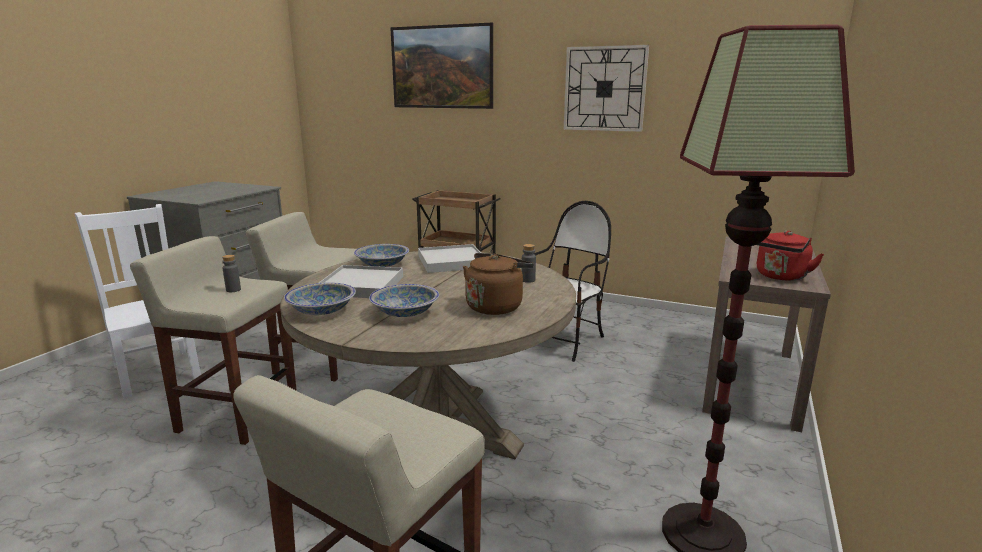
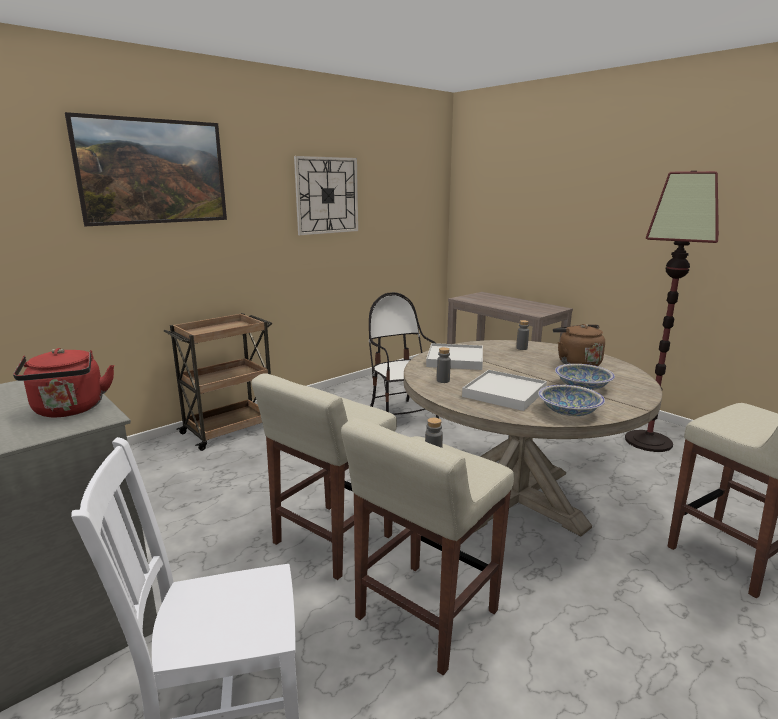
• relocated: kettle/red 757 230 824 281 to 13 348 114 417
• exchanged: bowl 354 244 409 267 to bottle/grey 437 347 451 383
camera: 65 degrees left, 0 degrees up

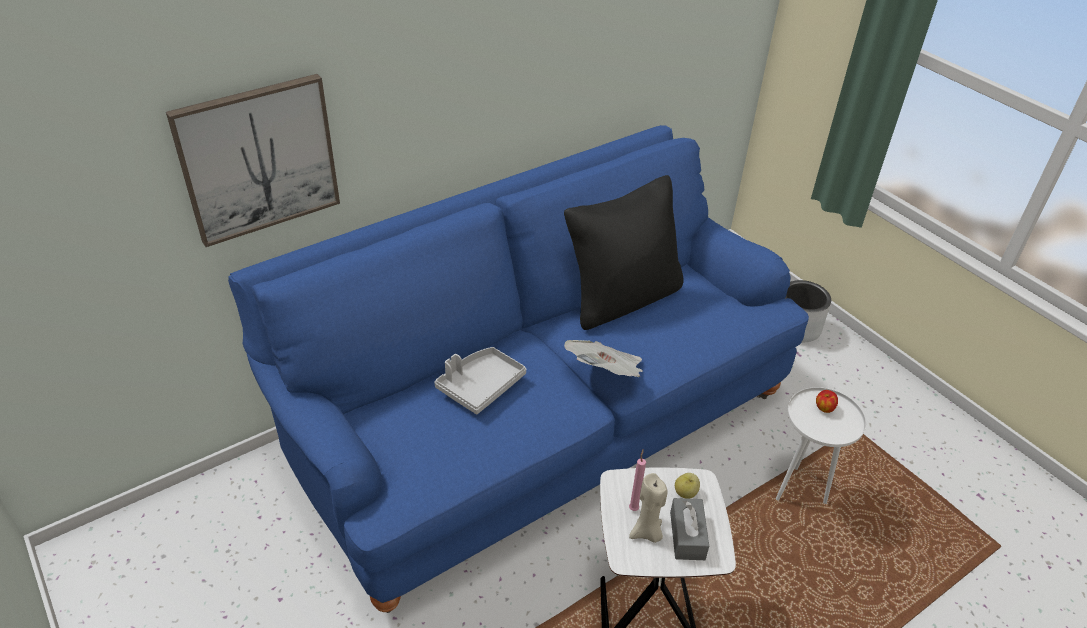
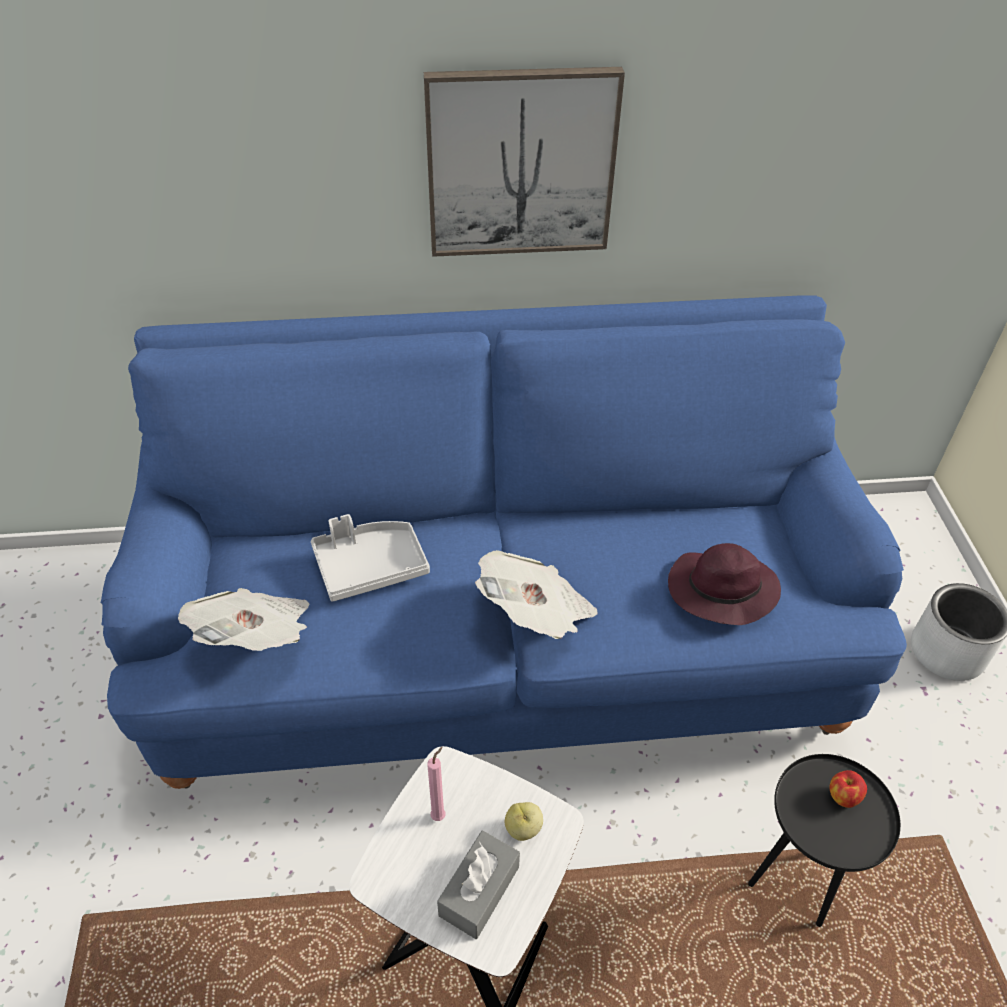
• relocated: picture 166 74 340 247 to 424 67 625 257
• missing: pillow/black 564 175 684 330
• colour: side table/white 776 387 866 504 to side table/black 748 754 901 927
• missing: candle/beige 629 473 668 543
• appeared: hat/purple 668 543 781 625
• appeared: newspaper 178 588 309 651
camera: 30 degrees right, 5 degrees up

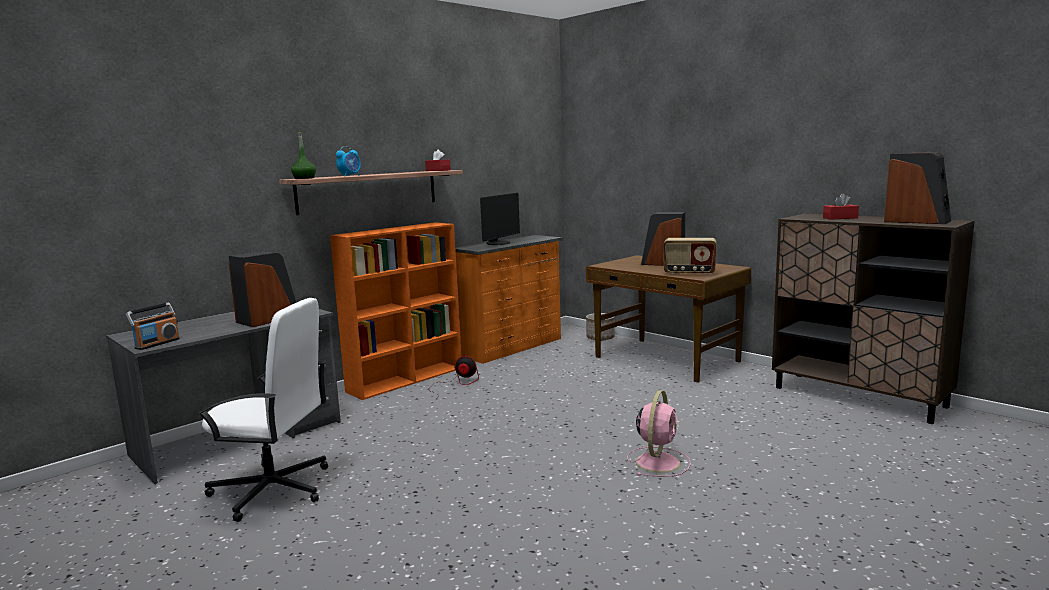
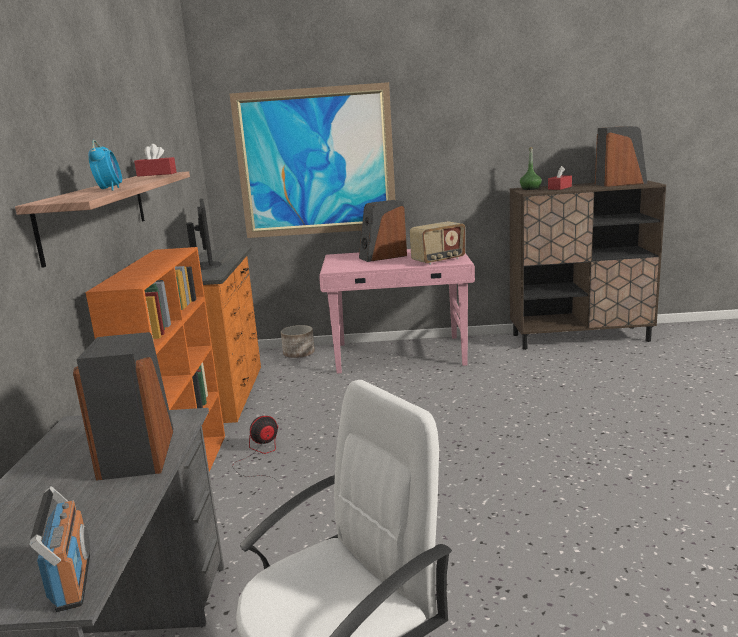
• relocated: bottle/green 291 131 316 179 to 520 147 542 190
• colour: desk/brown 586 255 751 383 to desk/pink 319 249 475 373
• missing: fan/pink 627 390 691 477
• appeared: picture 230 82 395 238
camera: 45 degrees left, 5 degrees up

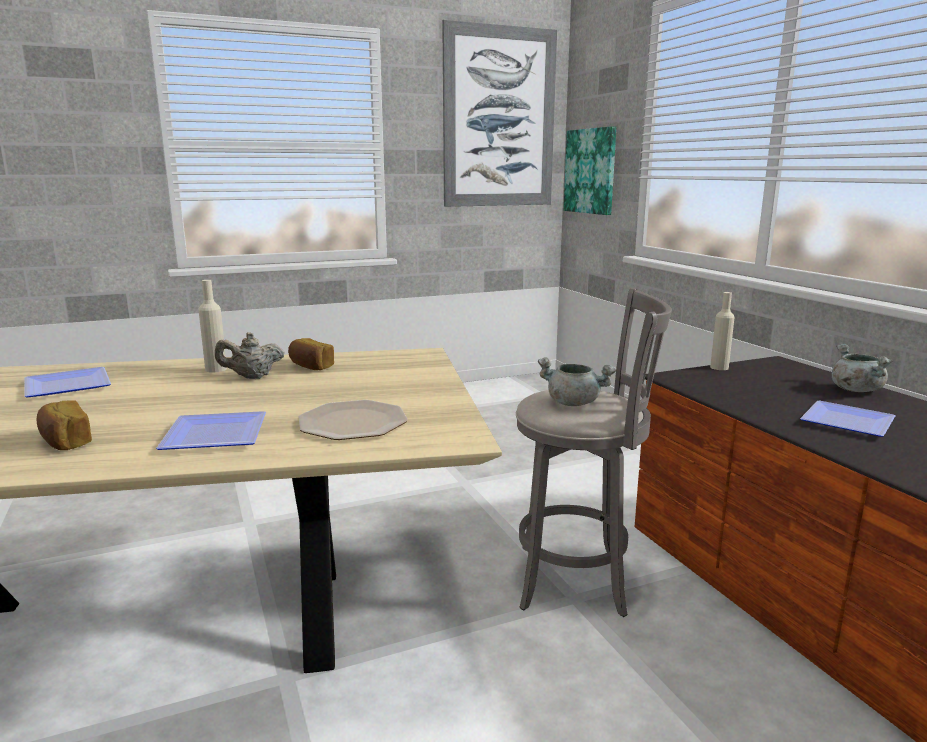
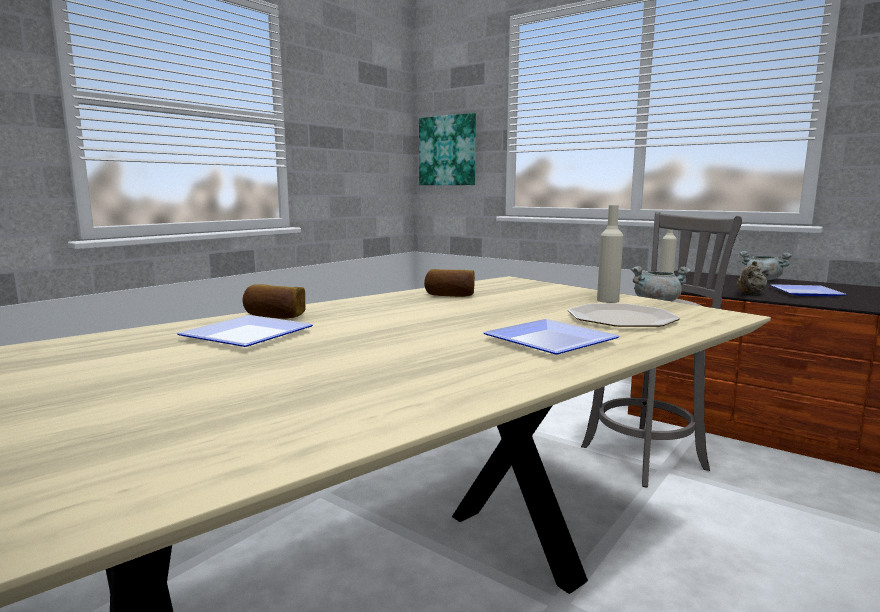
• missing: picture 442 20 557 207
• relocated: bottle/beige 198 280 227 373 to 597 205 623 303
• relocated: teapot/beige 215 332 284 379 to 737 261 767 295
• relocated: bread 37 401 92 450 to 243 284 306 319
camera: 30 degrees left, 5 degrees down

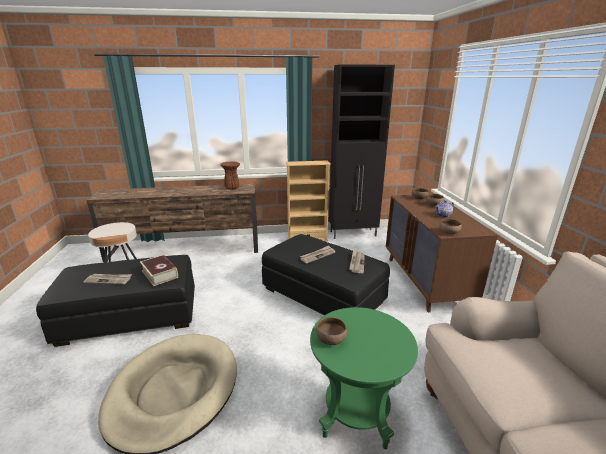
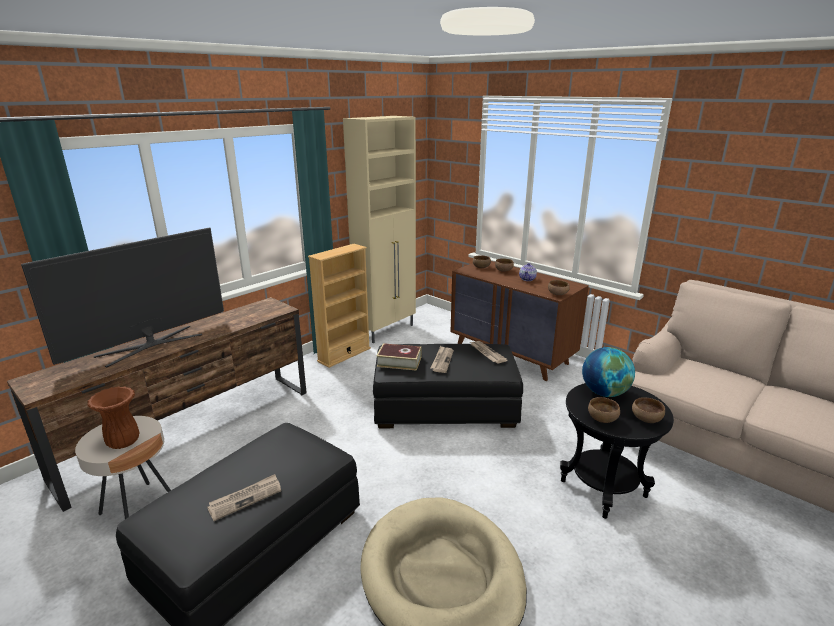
• colour: cabinet/black 329 64 395 239 to cabinet/beige 343 116 416 343
• relocated: vase/brown 220 161 240 190 to 87 386 139 449
• relocated: book 140 255 178 286 to 376 343 422 371
• colour: side table/green 310 307 418 449 to side table/black 560 383 674 519
• appeared: television 21 227 224 367
• appeared: globe 582 347 635 397
• appeared: bowl/brown 632 397 665 423
camera: 40 degrees left, 0 degrees up

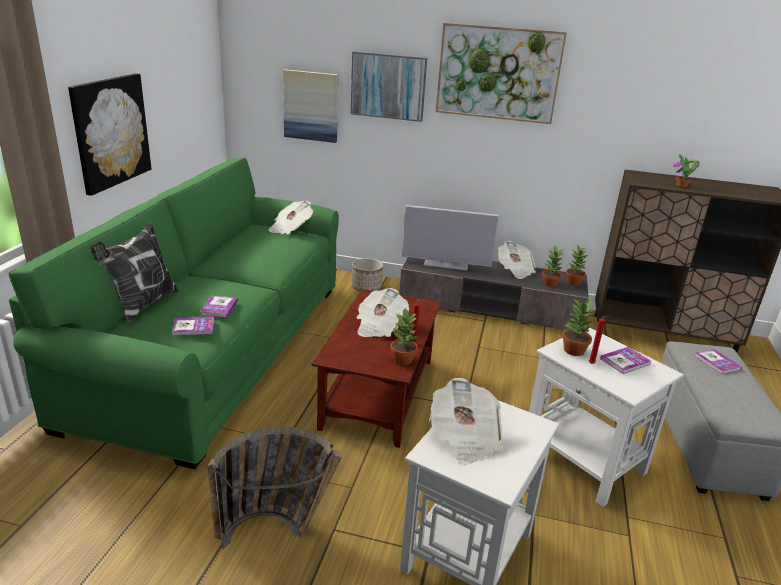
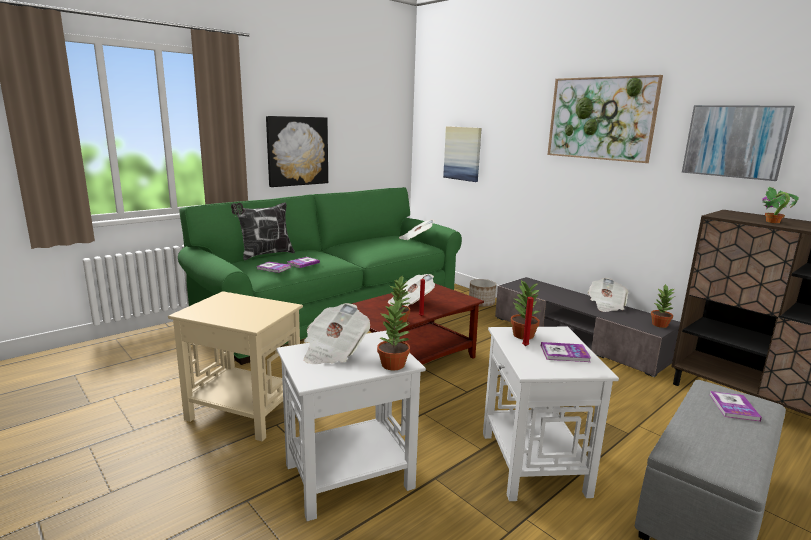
• relocated: picture 351 51 427 122 to 682 105 795 181
• missing: television 402 205 499 270
• relocated: potted plant 542 246 563 287 to 377 300 411 370
• exchanged: basket 207 427 342 549 to side table/beige 168 291 303 441
camera: 35 degrees right, 10 degrees down

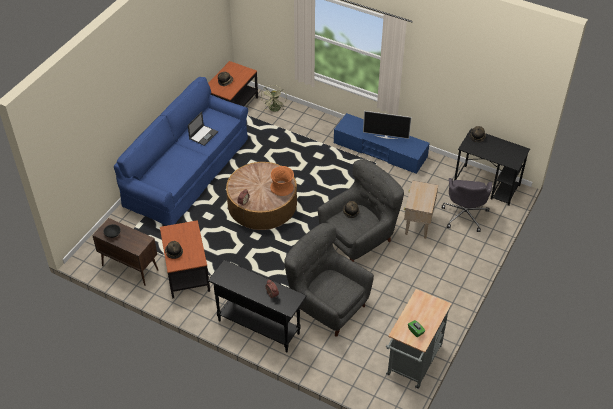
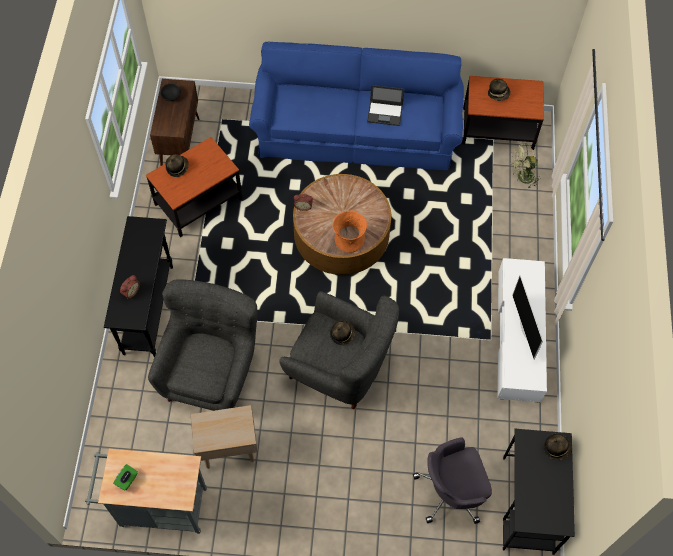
• colour: tv stand/blue 334 113 430 174 to tv stand/white 497 258 547 403
• relocated: side table/beige 404 181 438 239 to 190 405 258 469
camera: 65 degrees right, 15 degrees up

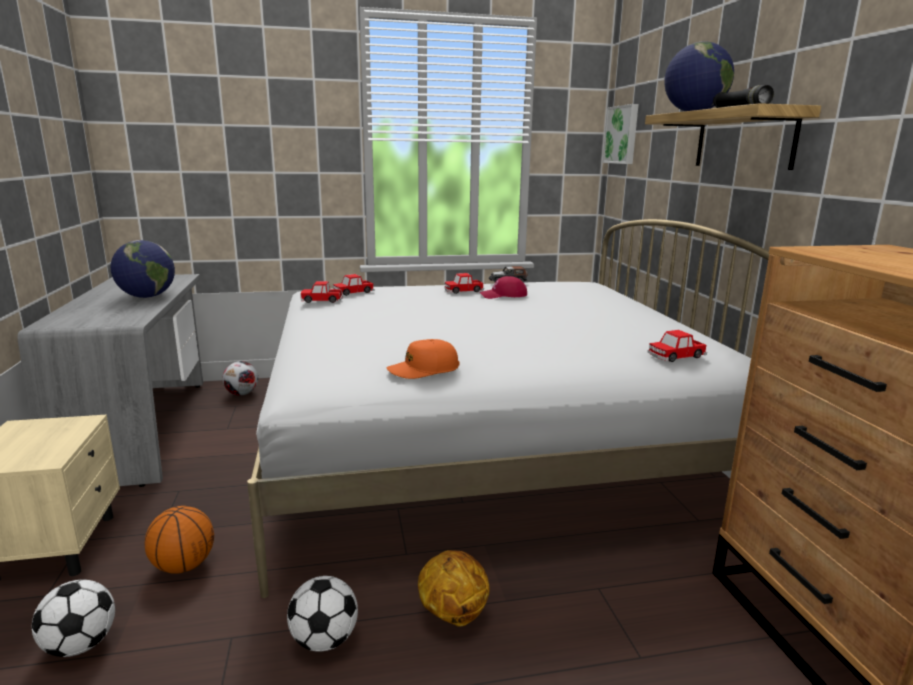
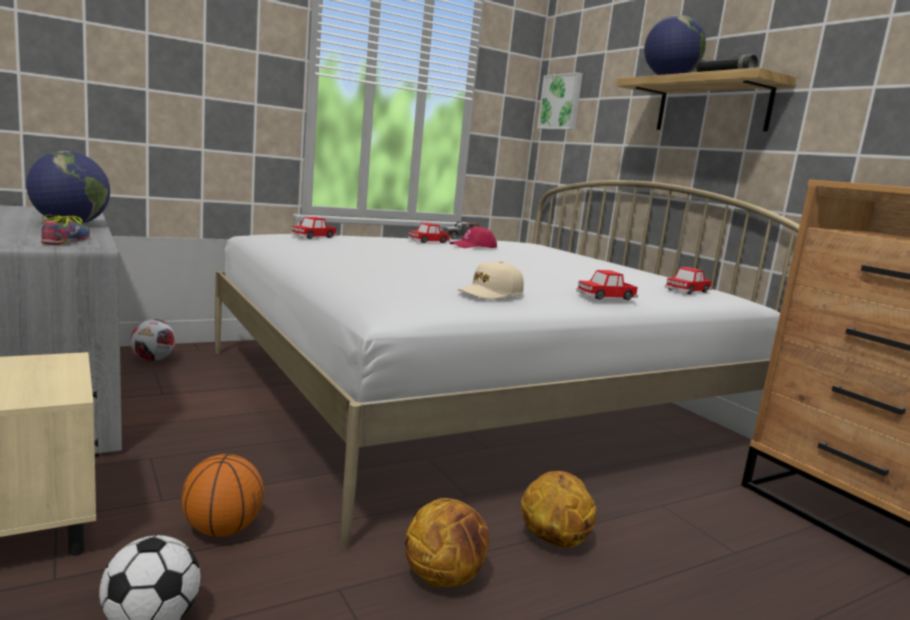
• relocated: toy car 300 281 343 303 to 576 270 638 300
• colour: cap/orange 387 339 460 379 to cap/beige 457 261 524 299
• exchanged: football 287 576 358 652 to basketball 405 498 489 587
• appeared: shoe 41 214 90 245
camera: 20 degrees left, 5 degrees down

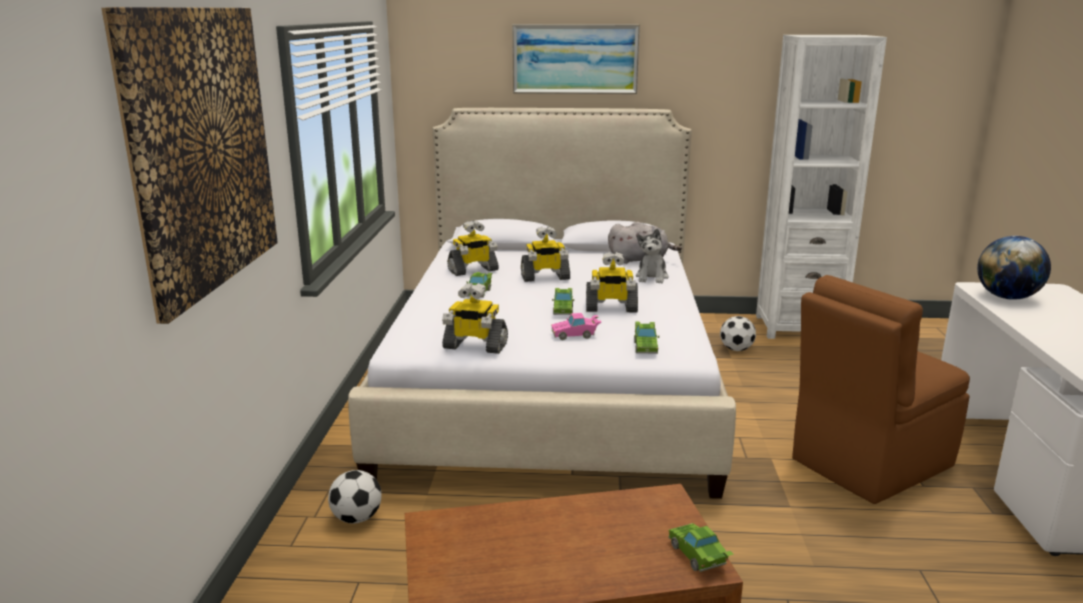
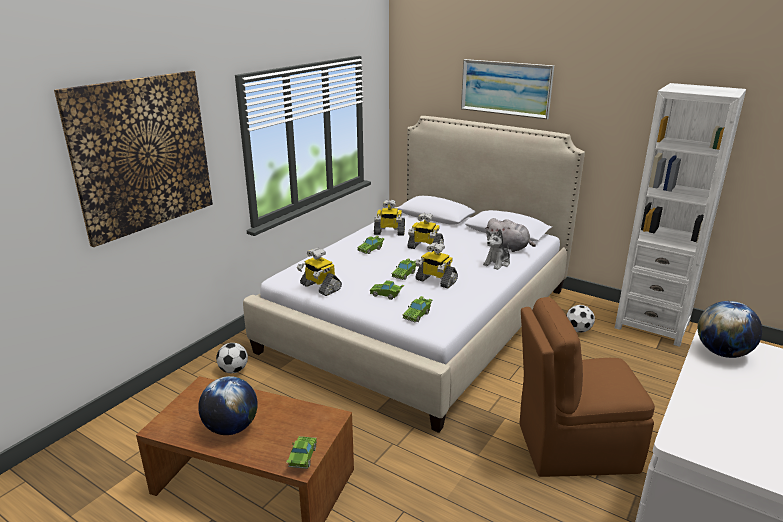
• colour: toy car/pink 551 313 601 340 to toy car/green 370 280 404 300
• appeared: globe 198 376 258 435
camera: 30 degrees right, 5 degrees up

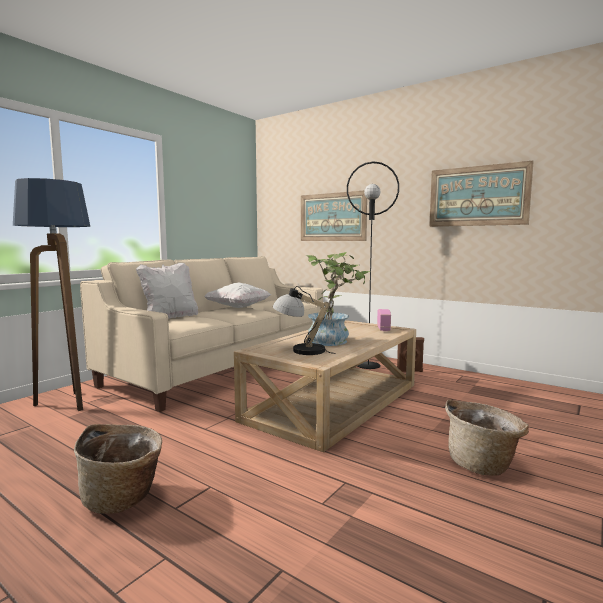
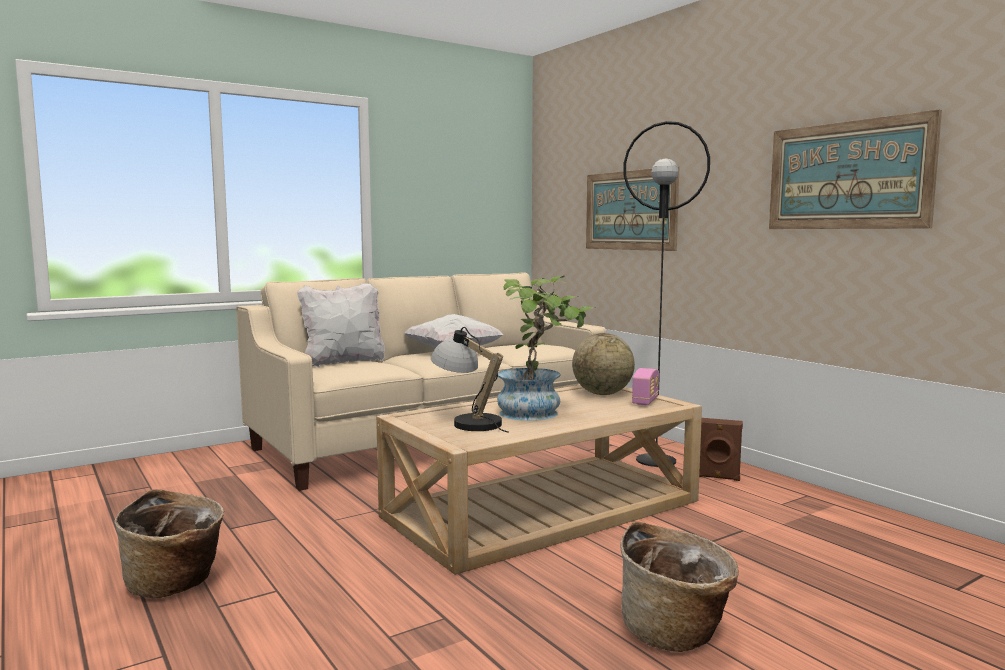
• missing: floor lamp 13 178 90 411
• appeared: globe 572 333 635 395
camera: 20 degrees right, 0 degrees up

